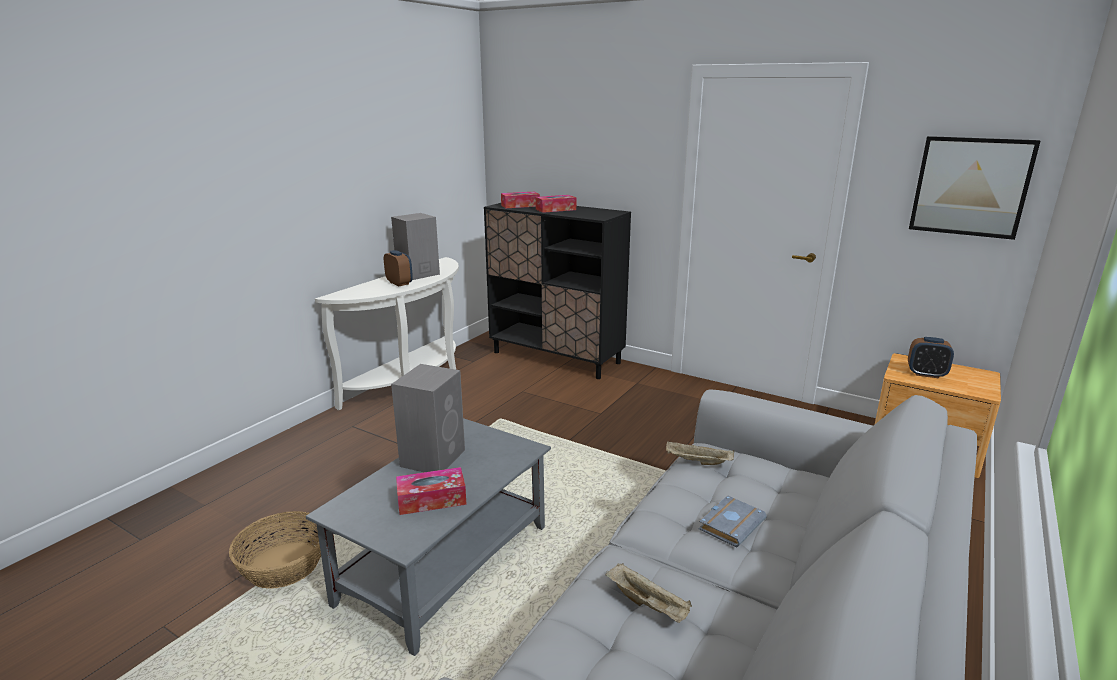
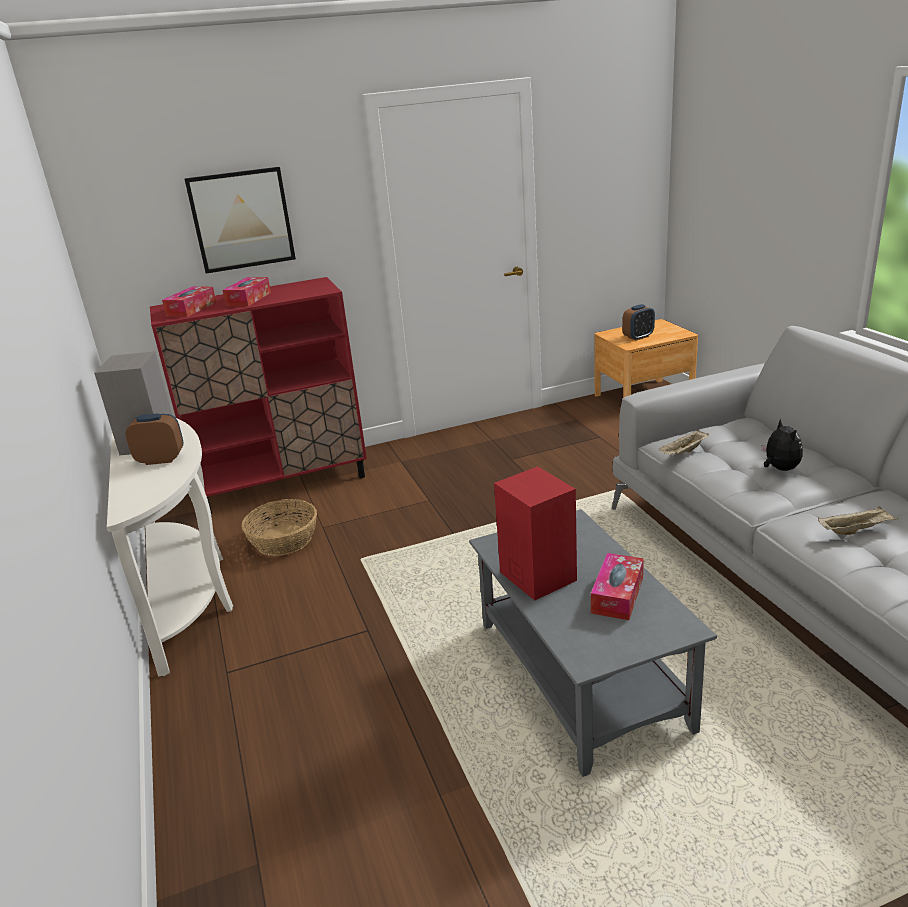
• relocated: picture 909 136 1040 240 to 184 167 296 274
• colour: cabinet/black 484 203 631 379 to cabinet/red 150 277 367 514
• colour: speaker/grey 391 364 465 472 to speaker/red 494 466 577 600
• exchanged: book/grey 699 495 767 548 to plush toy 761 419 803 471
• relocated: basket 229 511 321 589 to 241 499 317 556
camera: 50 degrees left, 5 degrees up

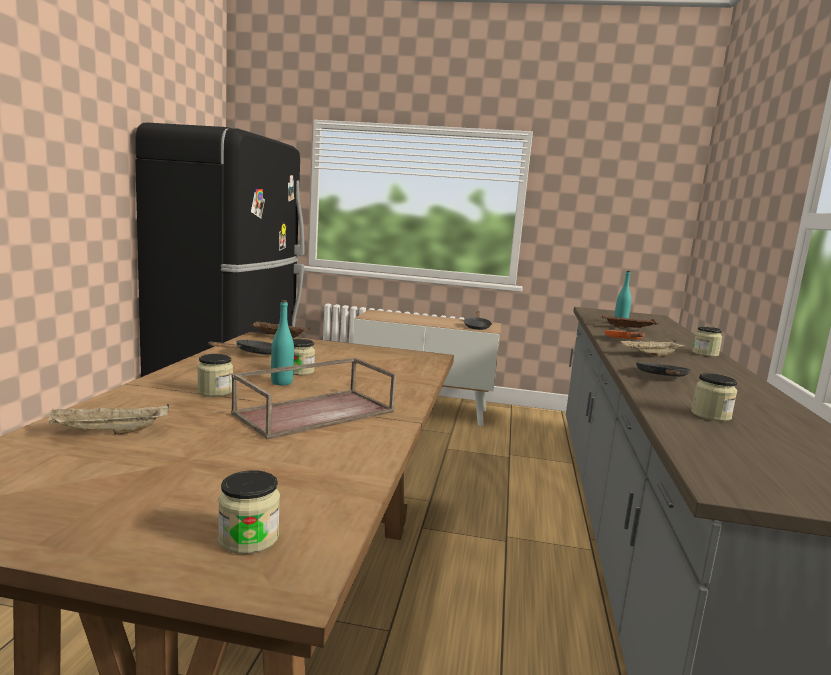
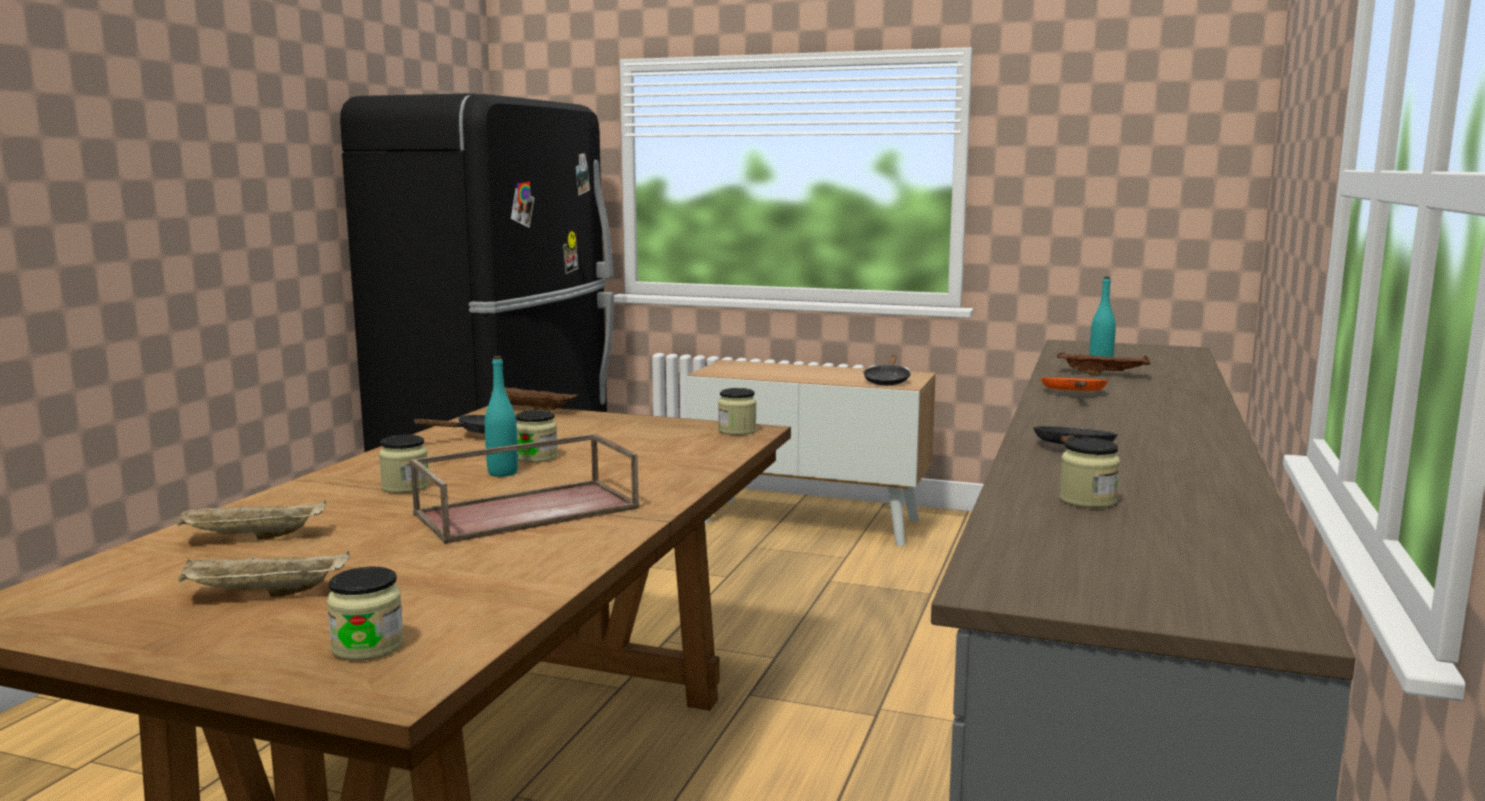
• relocated: jar 692 326 723 357 to 718 388 756 435
• relocated: tray/beige 620 340 685 357 to 178 551 350 597
camera: 10 degrees right, 0 degrees up

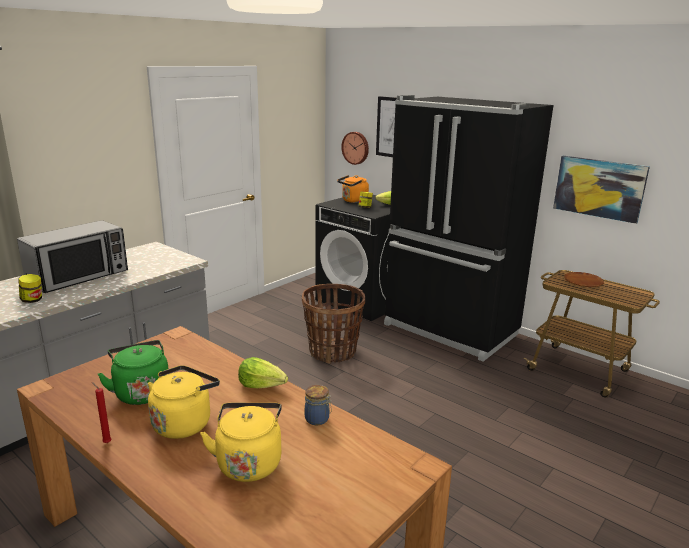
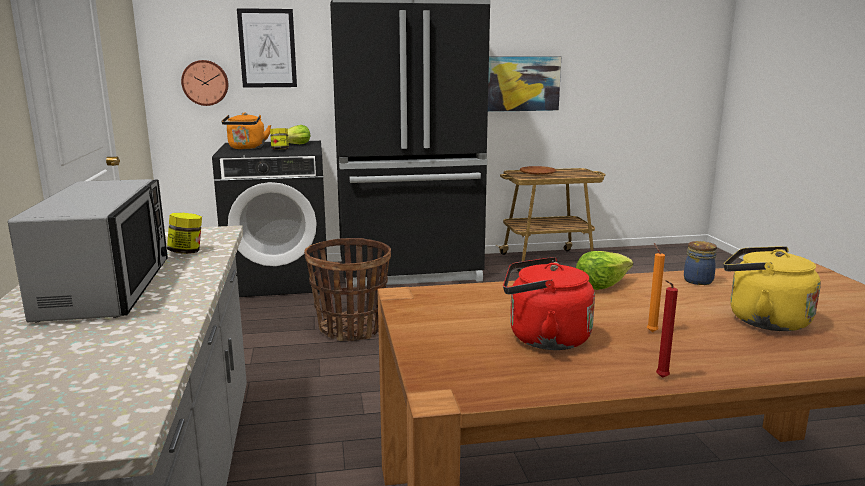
• relocated: jar 18 274 42 303 to 167 213 202 254
• colour: kettle/green 98 340 168 405 to kettle/red 503 257 595 350
• exchanged: kettle/yellow 148 365 220 439 to candle/orange 647 243 665 332
camera: 50 degrees left, 5 degrees down

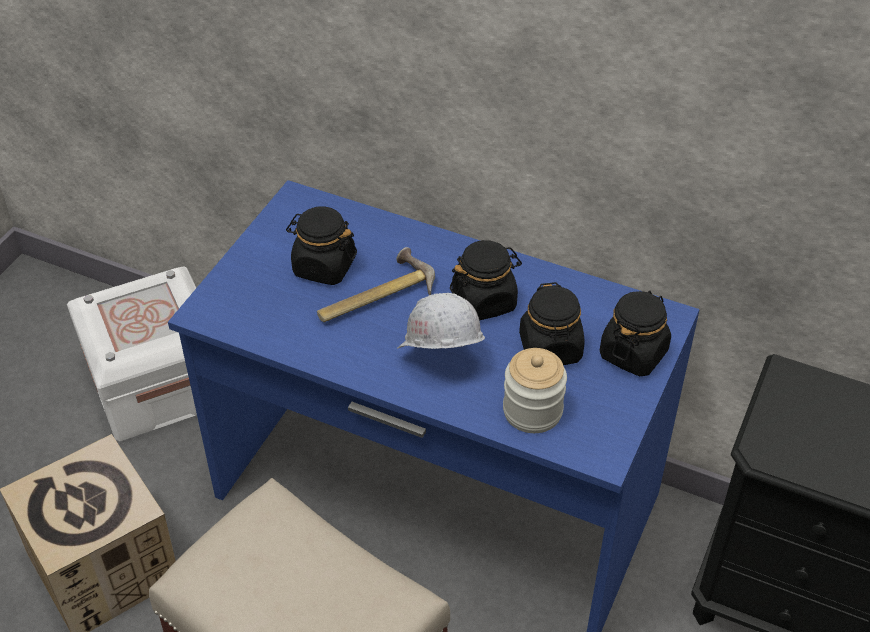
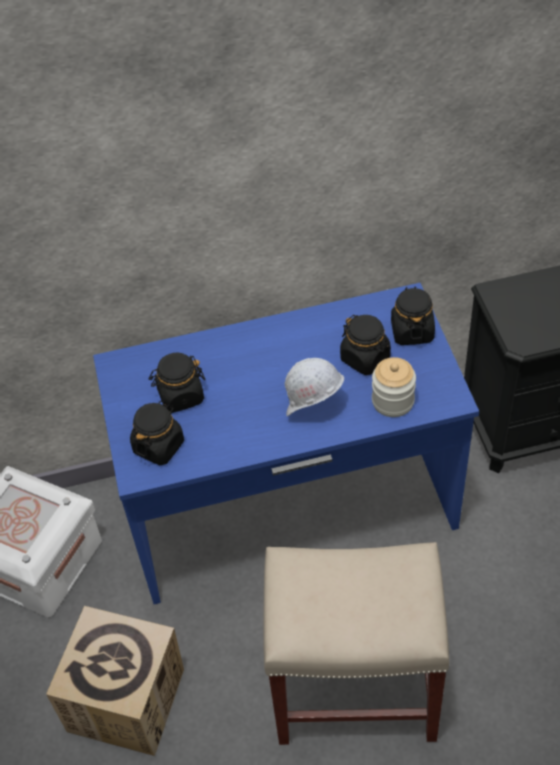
• relocated: jar/black 450 240 522 321 to 130 401 184 465
• missing: hammer 317 247 435 322
camera: 35 degrees left, 5 degrees up

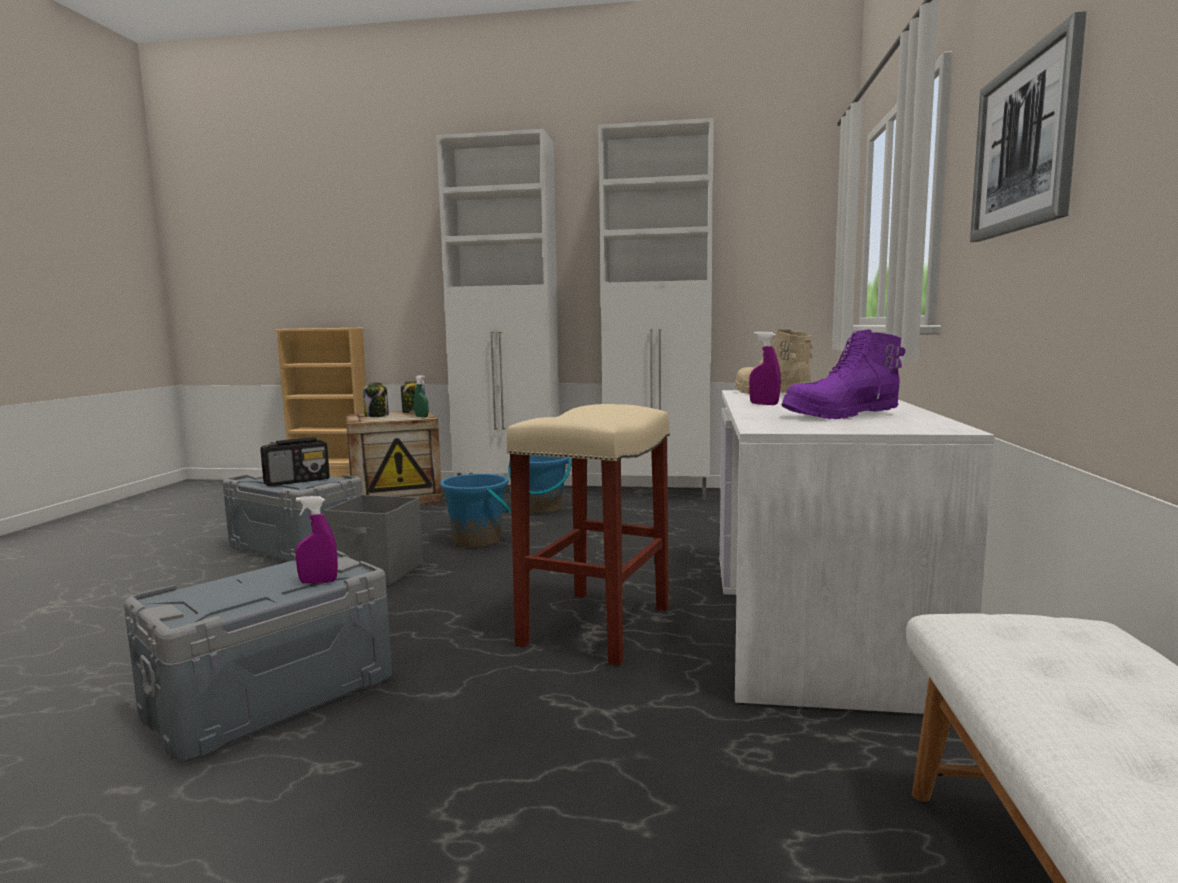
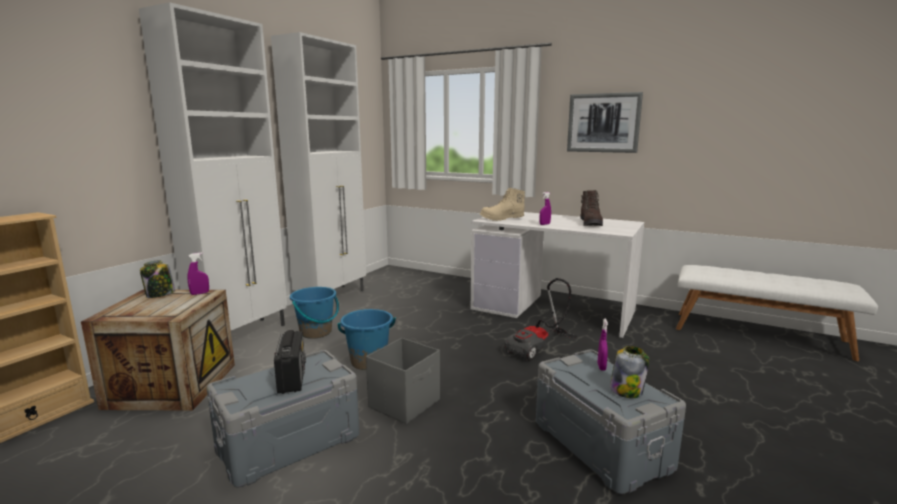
• colour: boot/purple 781 329 905 419 to boot/brown 580 190 603 226
• colour: spray bottle/green 414 375 429 417 to spray bottle/purple 187 252 209 295
• relocated: jar 363 382 389 417 to 610 346 649 398
• exchanged: stool/beige 506 404 670 666 to vacuum cleaner 505 278 577 361
camera: 70 degrees left, 5 degrees up

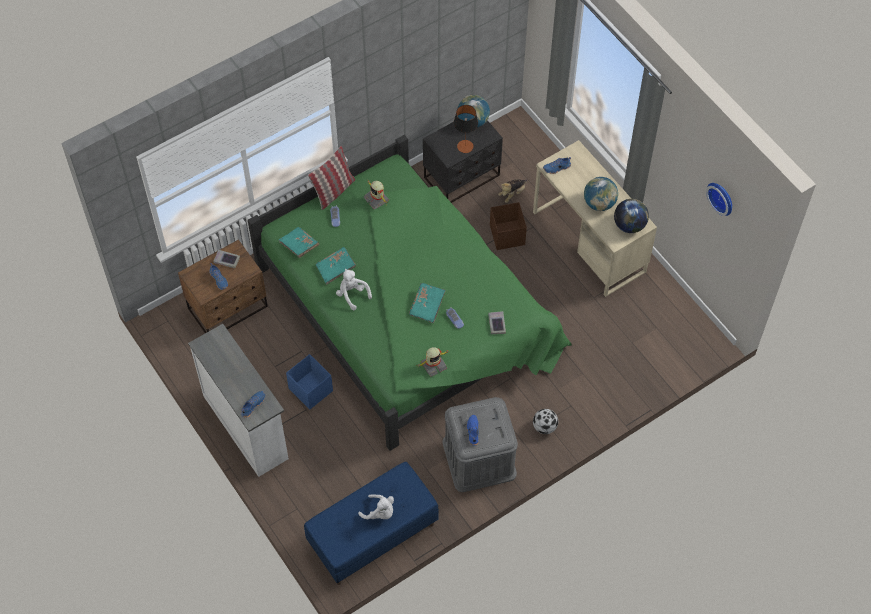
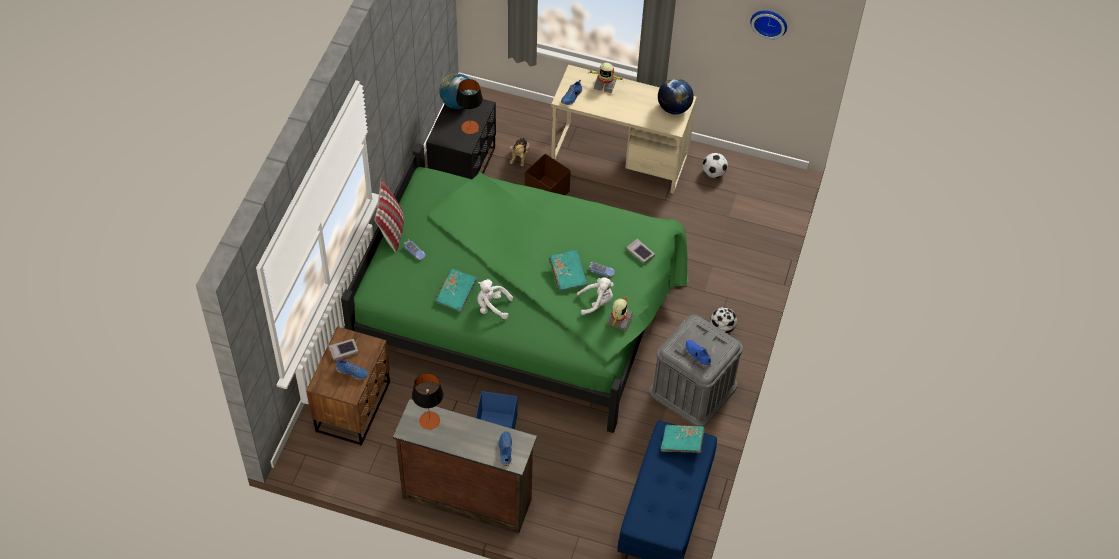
• missing: globe 584 177 618 211
• relocated: toy robot 364 179 389 209 to 590 63 623 93
• relocated: book/turquoise 278 227 319 258 to 661 425 705 453
• colour: dresser/white 188 324 289 477 to dresser/brown 393 399 537 533
• relocated: plush toy/white 358 494 394 519 to 577 278 614 315
• appeared: football 703 153 728 178
• appeared: table lamp 412 373 443 430
camera: 40 degrees left, 5 degrees down

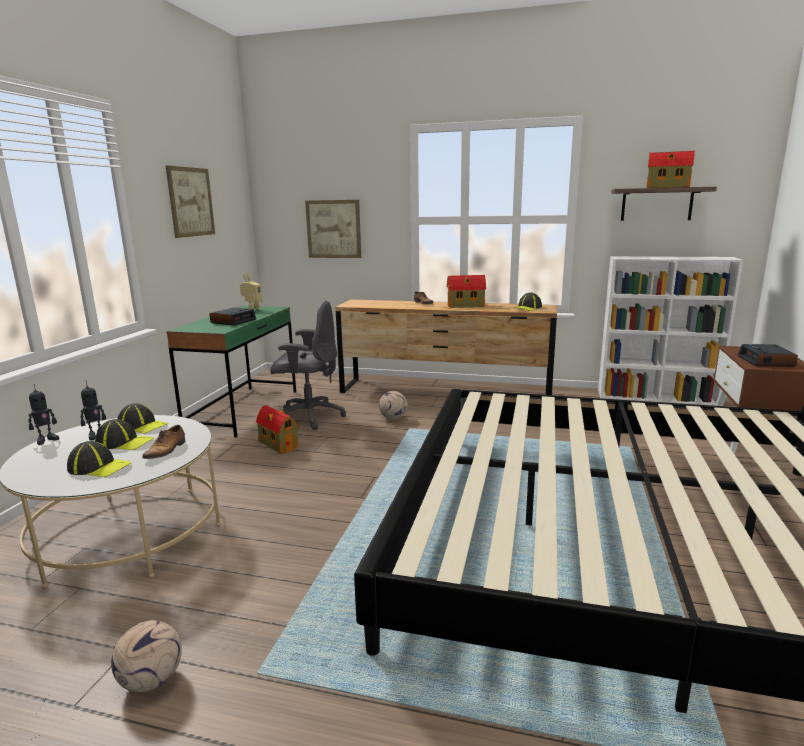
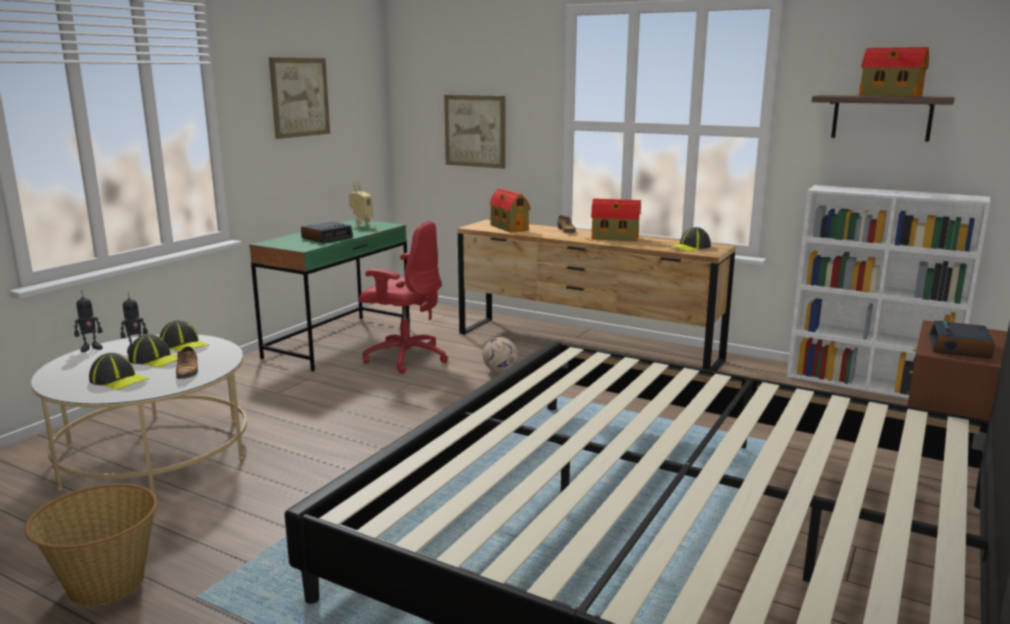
• colour: office chair/grey 271 301 346 430 to office chair/red 359 221 448 374
• relocated: toy house 256 405 299 454 to 490 189 531 233
• spun: shoe 142 425 185 459 = 176 346 198 379 45 degrees counterclockwise
• exchanged: football 111 620 182 692 to basket 25 484 157 606
camera: 15 degrees right, 0 degrees up

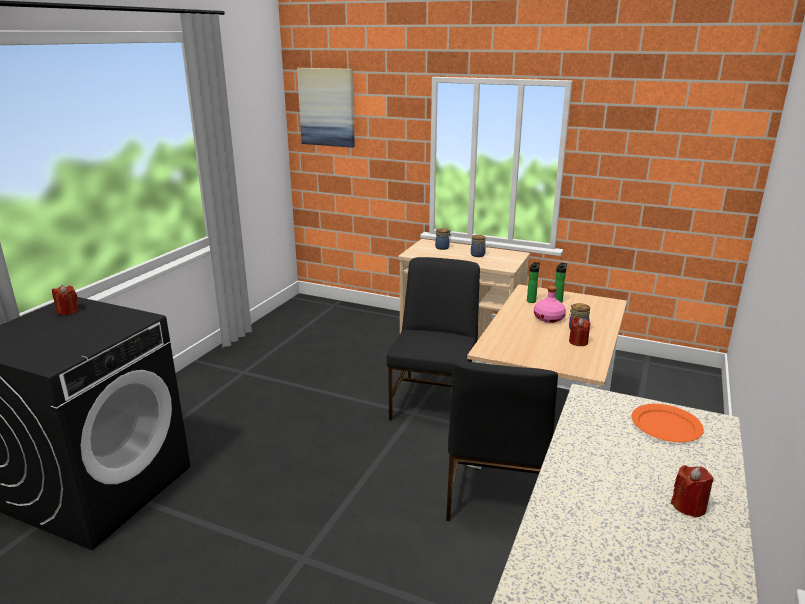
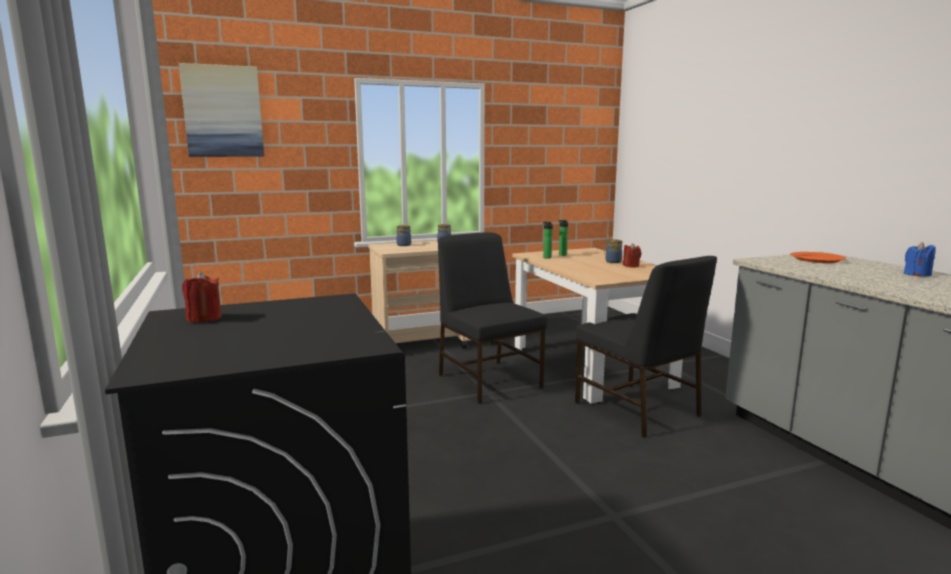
• missing: bottle/pink 534 286 566 323
• colour: candle/red 671 465 713 518 to candle/blue 904 242 935 276
camera: 45 degrees left, 10 degrees down

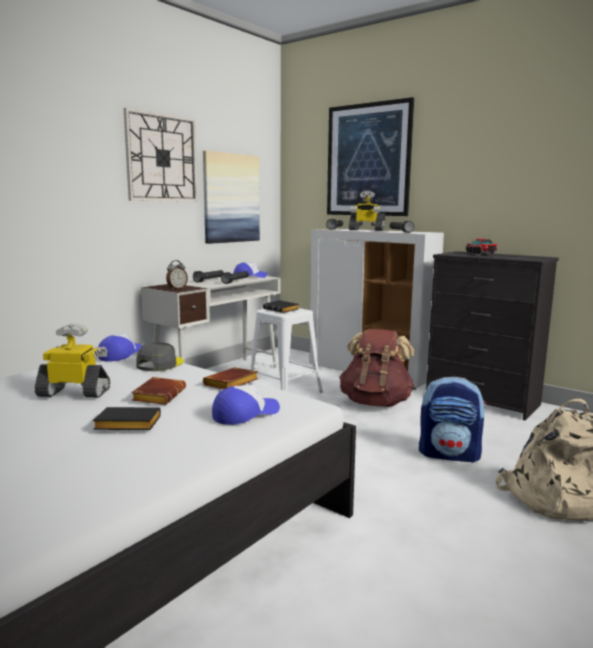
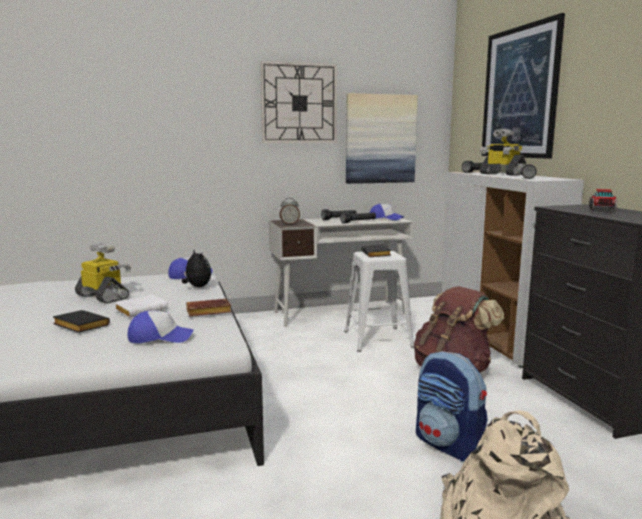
• exchanged: cap/grey 136 342 184 371 to plush toy 182 249 211 287
• colour: book/brown 131 377 186 405 to book/white 115 295 168 318
camera: 35 degrees right, 0 degrees up

